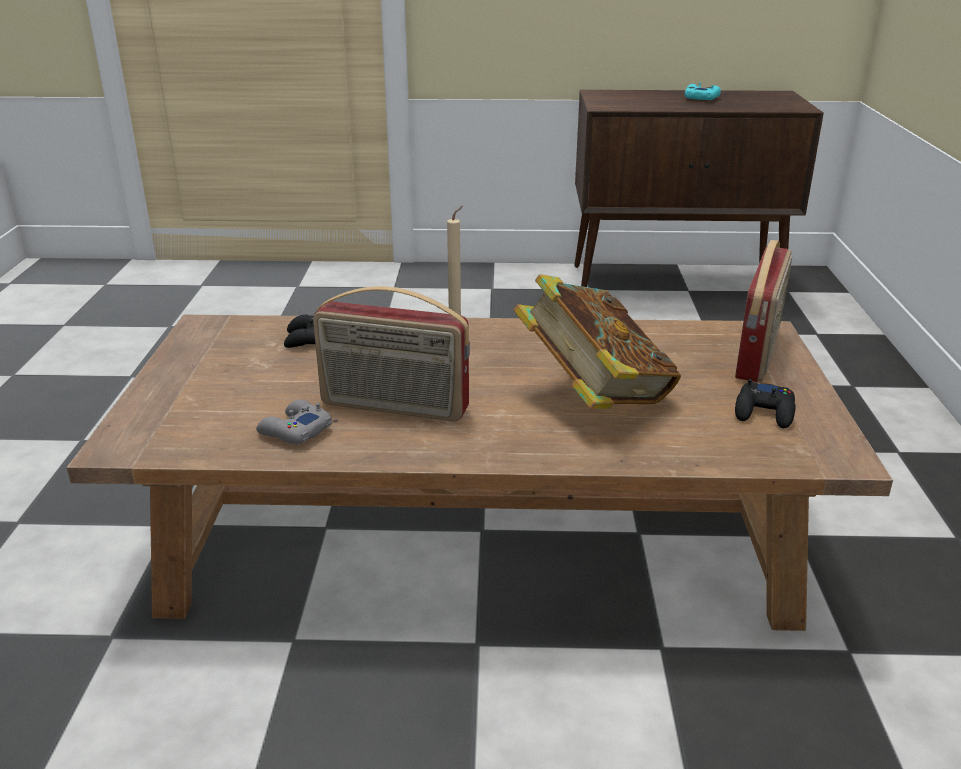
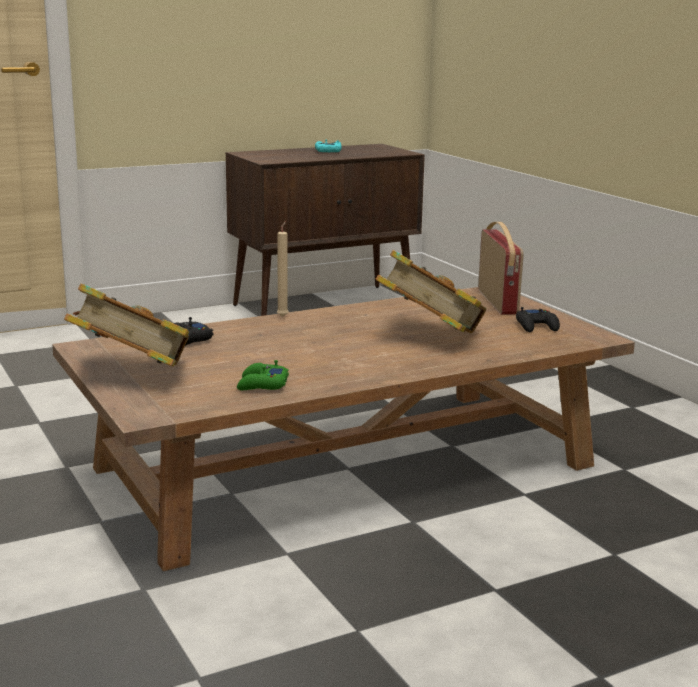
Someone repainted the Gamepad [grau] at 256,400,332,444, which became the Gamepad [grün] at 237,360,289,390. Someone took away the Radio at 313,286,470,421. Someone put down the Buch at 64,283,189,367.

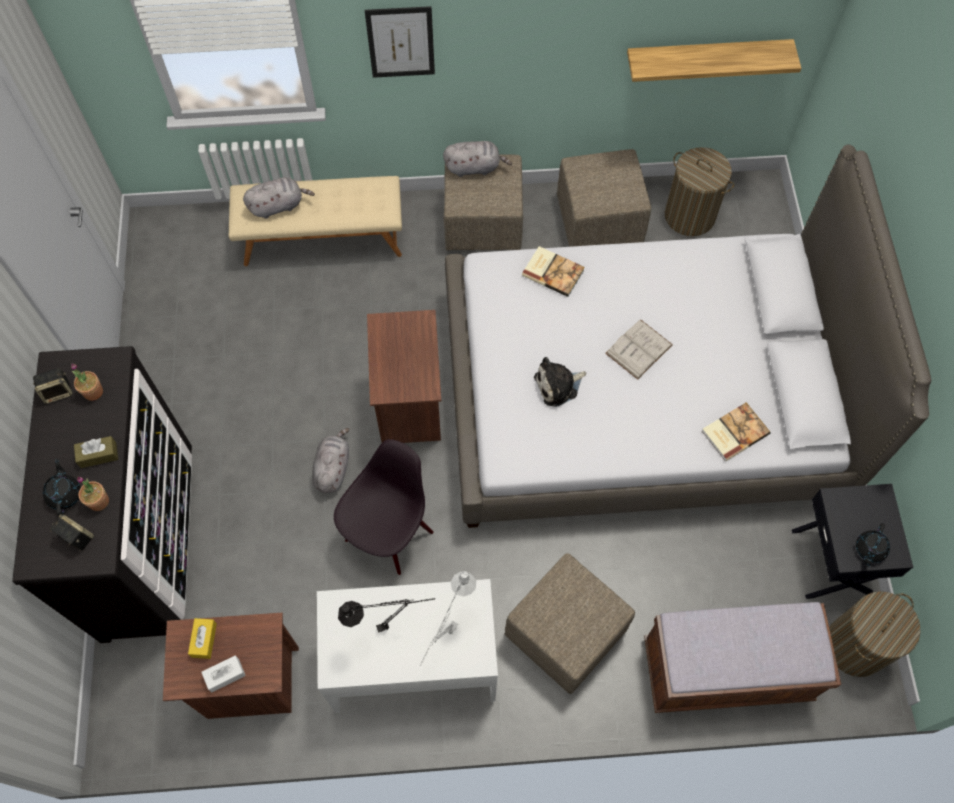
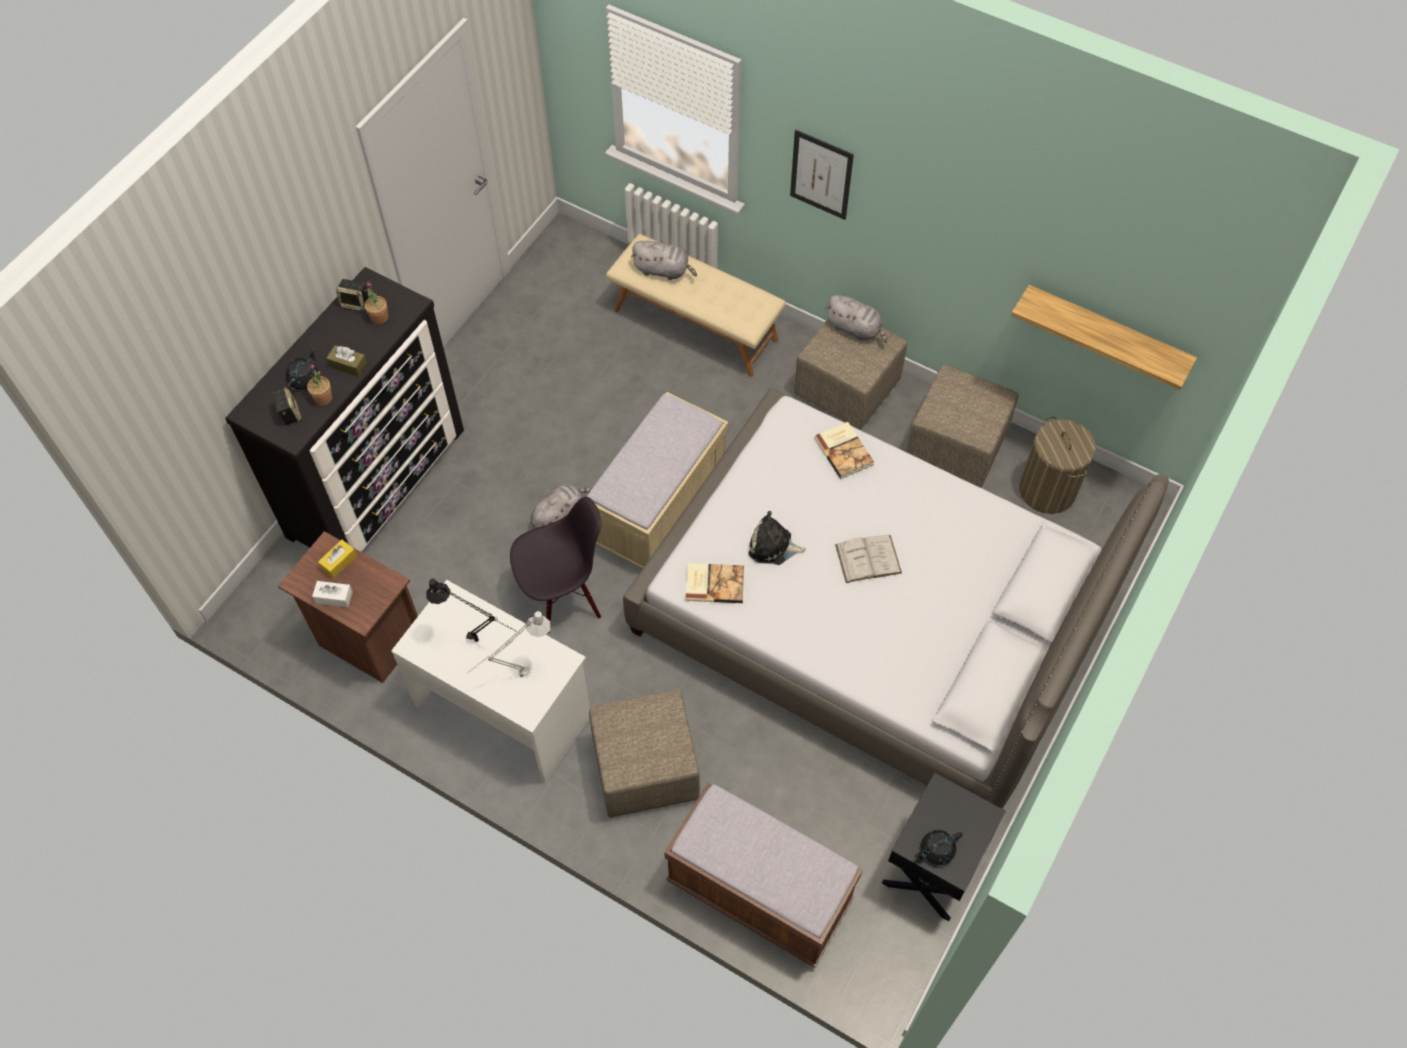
Someone swapped the Nachttisch [braun] at 367,310,441,443 for the Bank [beige] at 587,392,728,569. Someone carried the Buch from 702,402,771,461 to 686,563,744,603. Someone took away the Wäschekorb at 829,591,921,677.

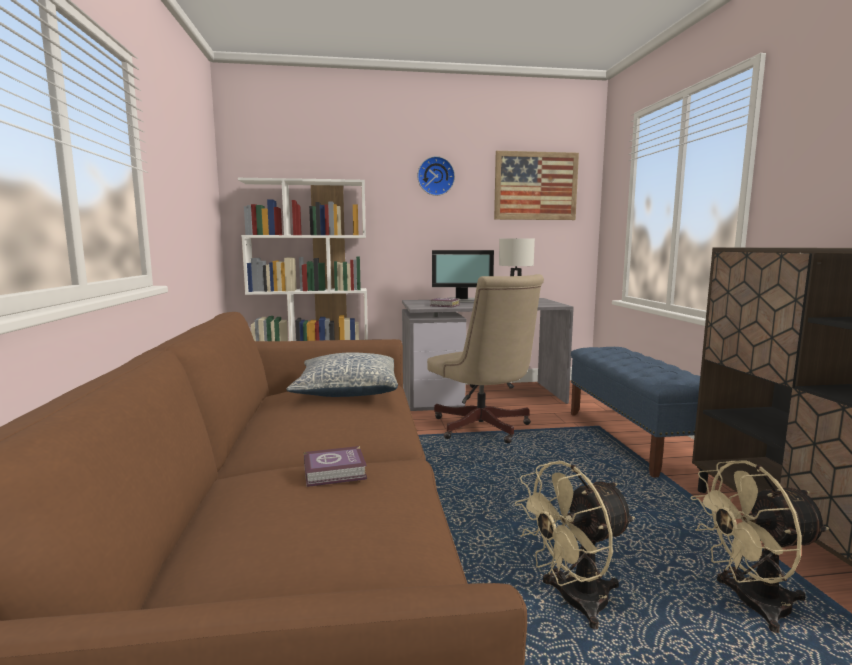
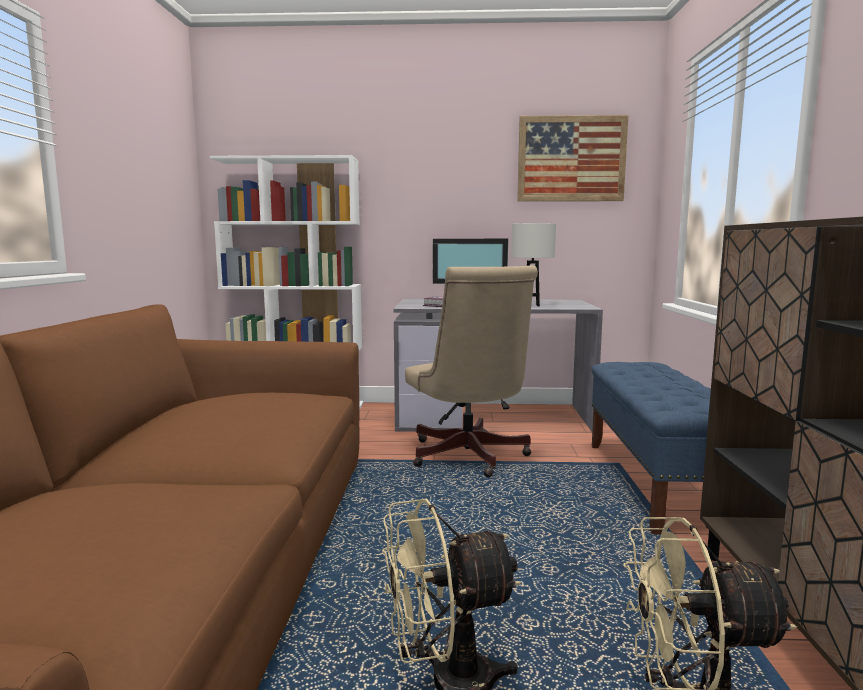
Someone took away the Kissen at 286,352,398,397. Someone took away the Buch at 304,446,367,487. Someone took away the Wanduhr at 417,156,455,196.

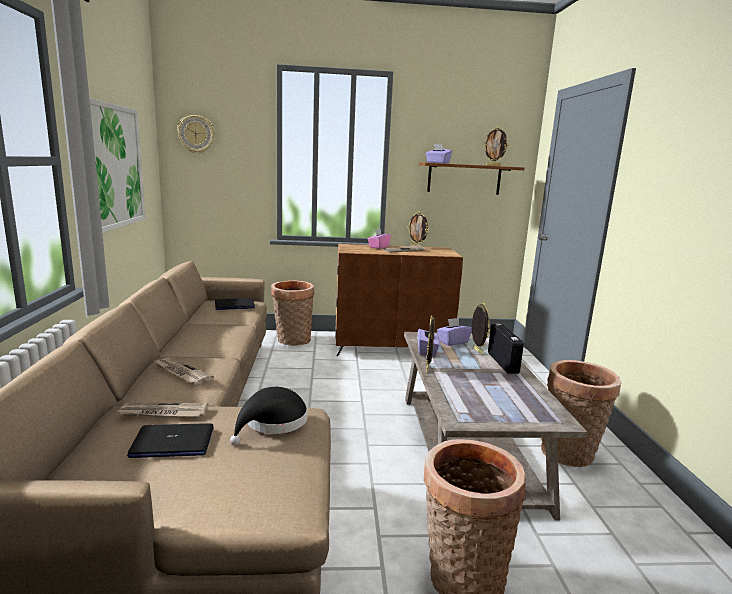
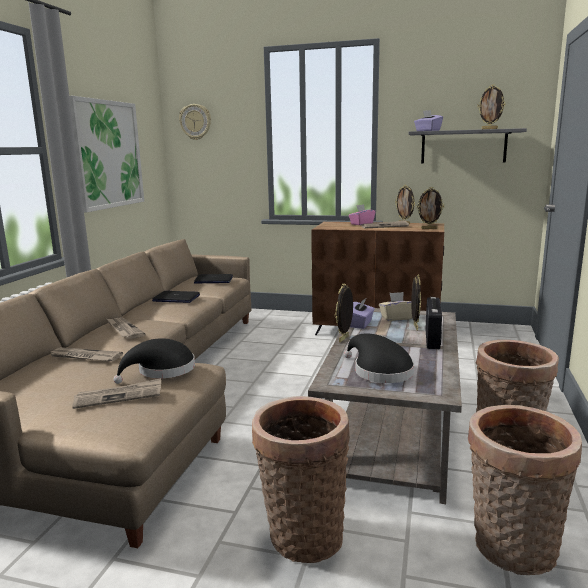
Someone carried the Laptop from 127,423,214,458 to 152,291,200,303. Someone carried the Korb from 271,280,314,346 to 468,405,582,575. Someone repainted the Wandregal [braun] at 419,162,525,195, which became the Wandregal [grau] at 408,128,527,164. Someone repainted the Taschentuchbox [lila] at 437,318,472,346, which became the Taschentuchbox [beige] at 379,292,412,321. Someone put down the Zeitung at 72,378,161,409. Someone put down the Hut [schwarz] at 344,333,414,383. Someone put down the Bilderrahmen at 417,187,444,229.

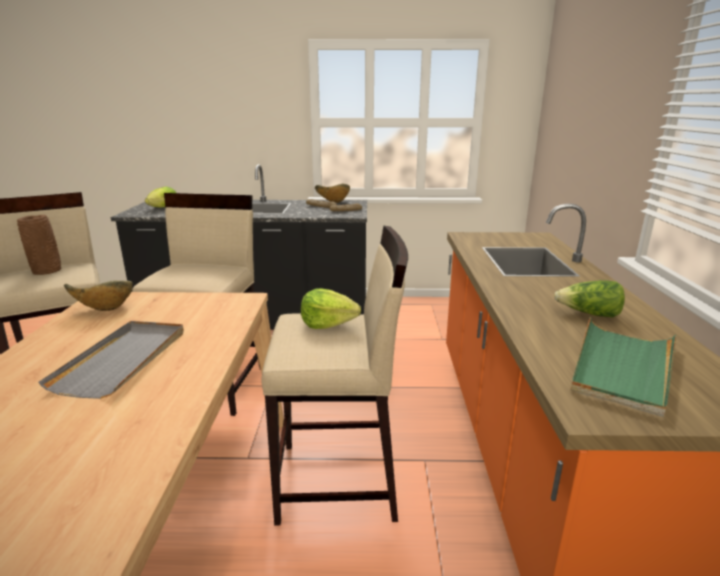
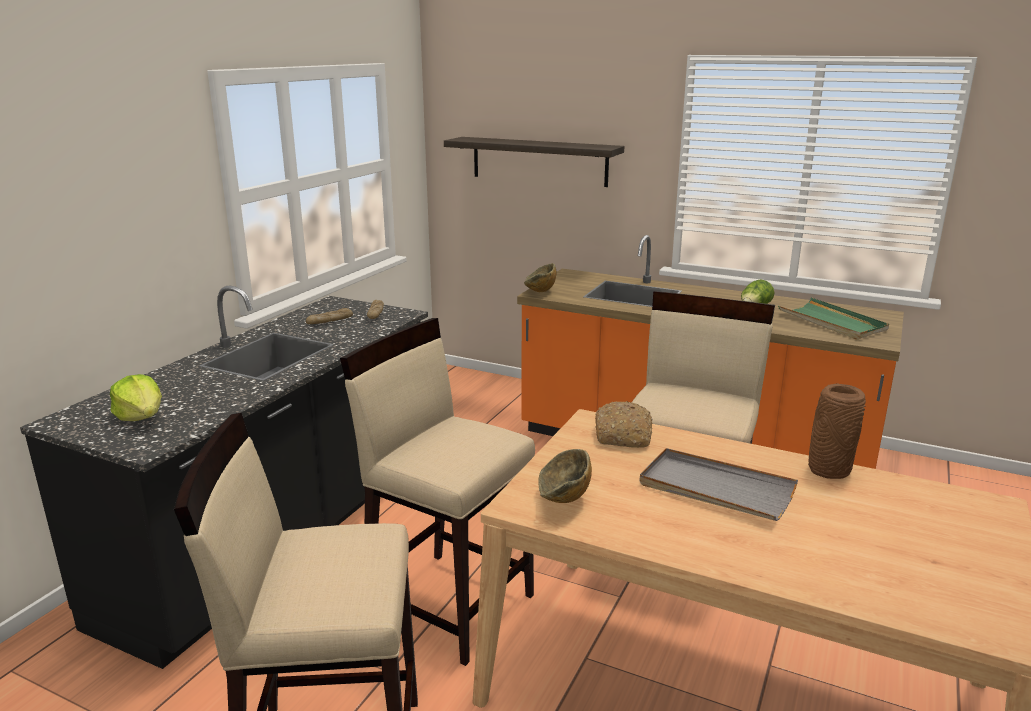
Someone carried the Vase [braun] from 17,215,61,275 to 808,384,866,479. Someone took away the Salatkopf at 301,288,361,329. Someone carried the Schüssel from 315,184,350,203 to 524,263,556,292. Someone put up the Wandregal at 444,137,624,187. Someone put down the Brot at 595,401,653,448.

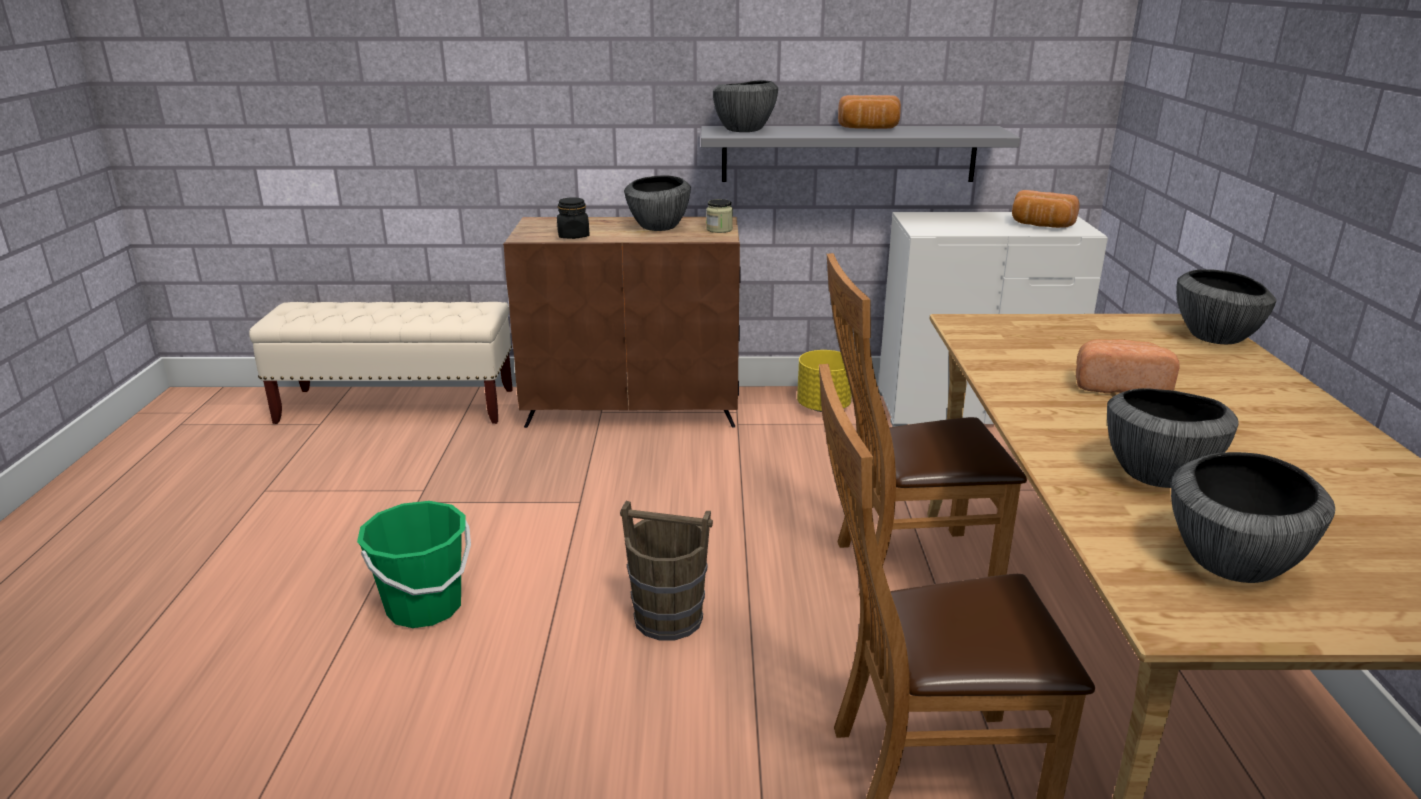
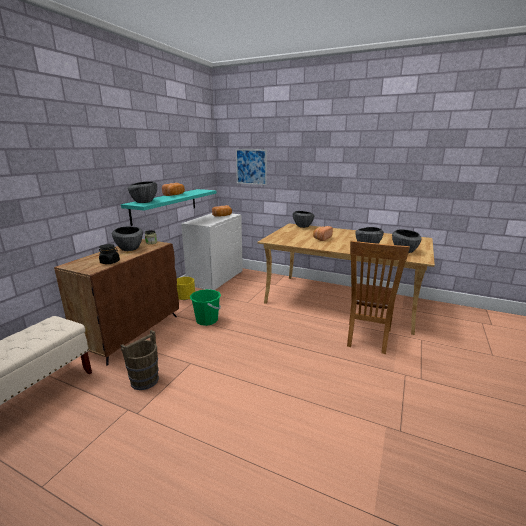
Someone carried the Eimer [grün] from 357,501,471,628 to 190,289,221,326. Someone carried the Eimer [braun] from 620,501,713,640 to 121,330,159,390. Someone repainted the Wandregal [grau] at 701,126,1020,182, which became the Wandregal [türkis] at 121,189,217,226. Someone took away the Stuhl [braun] at 827,253,1027,596. Someone put up the Bild at 236,149,267,185.

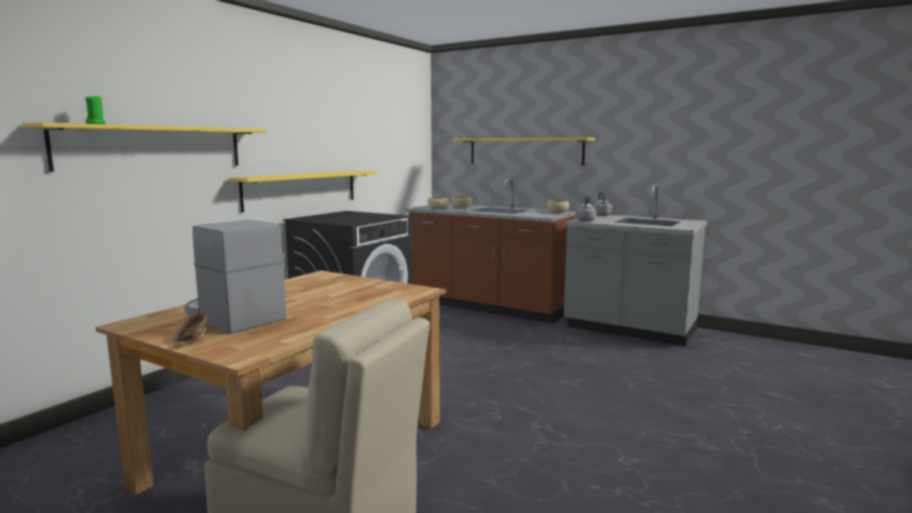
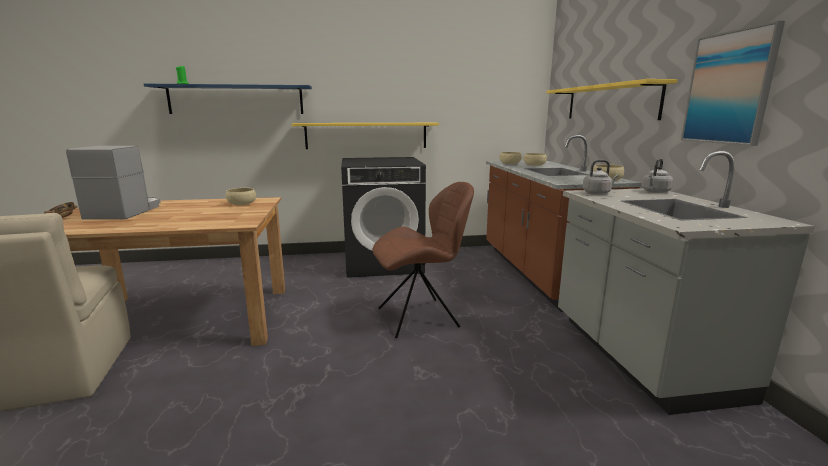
Someone repainted the Wandregal [gelb] at 22,122,266,172, which became the Wandregal [blau] at 144,84,312,114. Someone put down the Schüssel [beige] at 226,188,256,205. Someone put down the Stuhl [braun] at 372,182,474,338. Someone put up the Bild at 681,21,785,146.

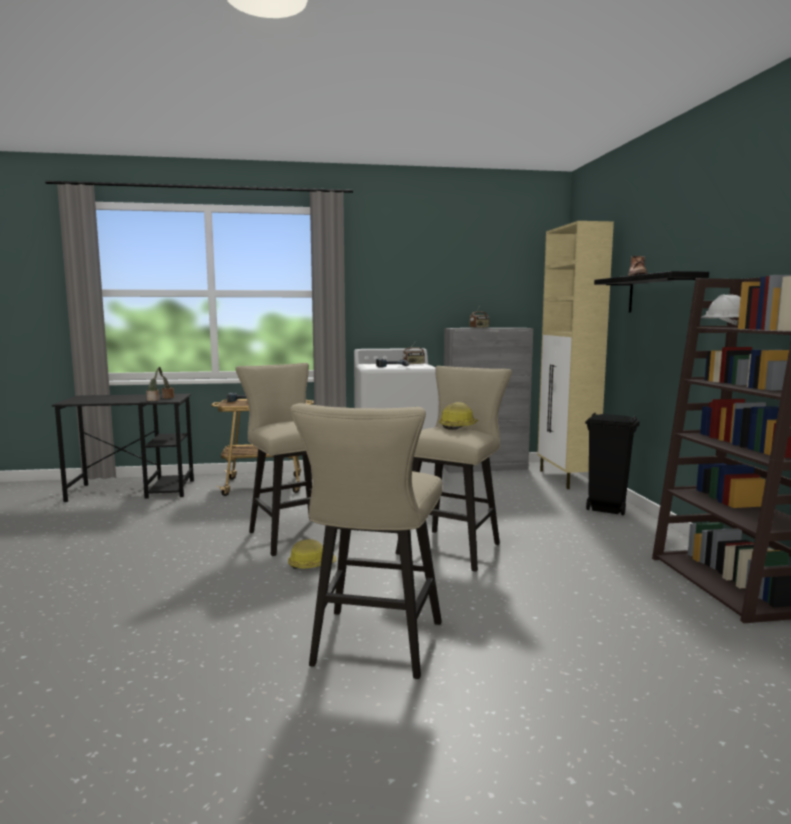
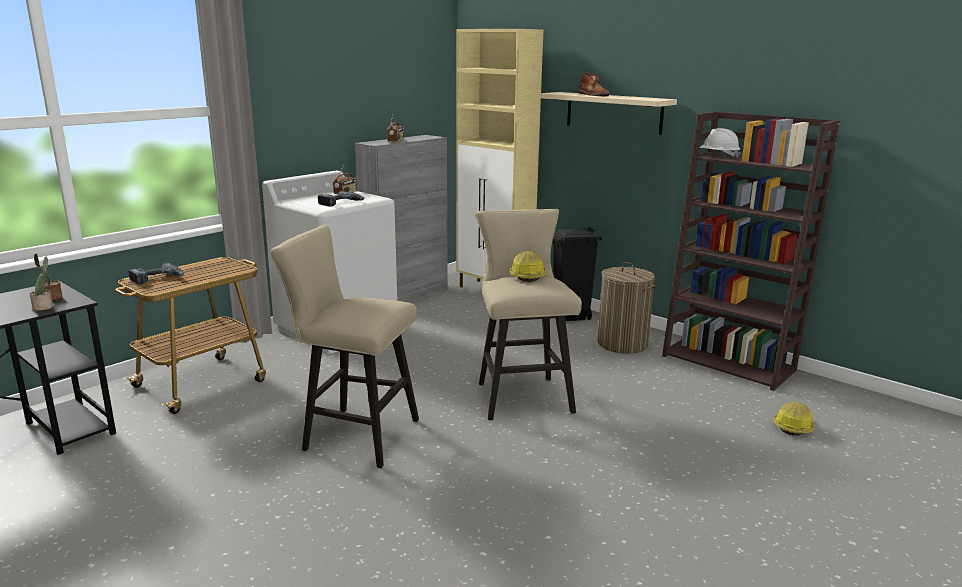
Someone carried the Schutzhelm from 288,539,337,569 to 773,402,814,436. Someone took away the Hocker [beige] at 290,403,443,679. Someone repainted the Wandregal [schwarz] at 594,271,709,312, which became the Wandregal [beige] at 540,92,677,135. Someone put down the Wäschekorb at 597,262,657,354.

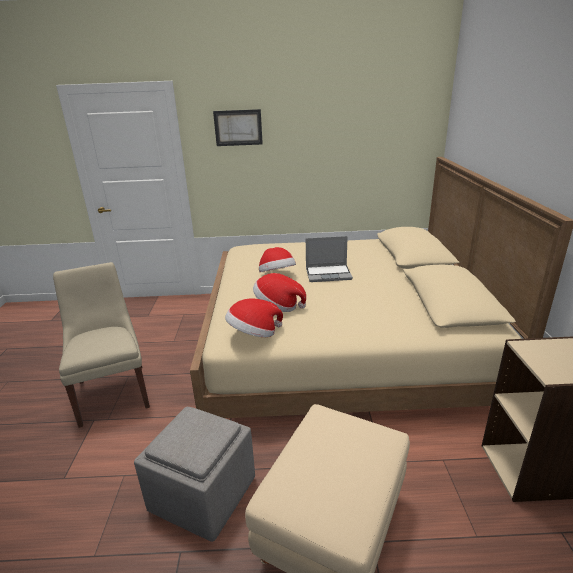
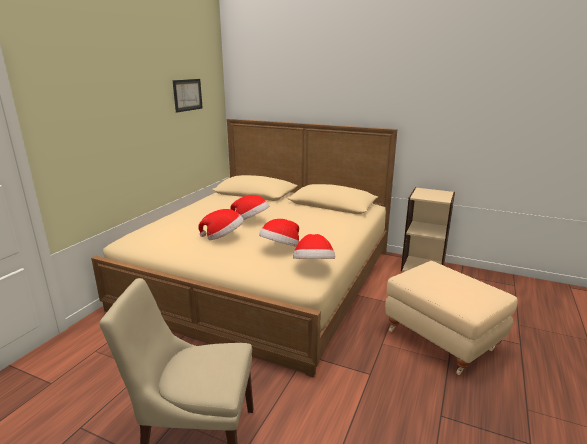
Someone took away the Polsterhocker [grau] at 134,407,255,542. Someone carried the Bild from 213,109,263,146 to 172,79,203,113. Someone swapped the Laptop at 306,236,353,282 for the Hut at 230,195,269,220.

